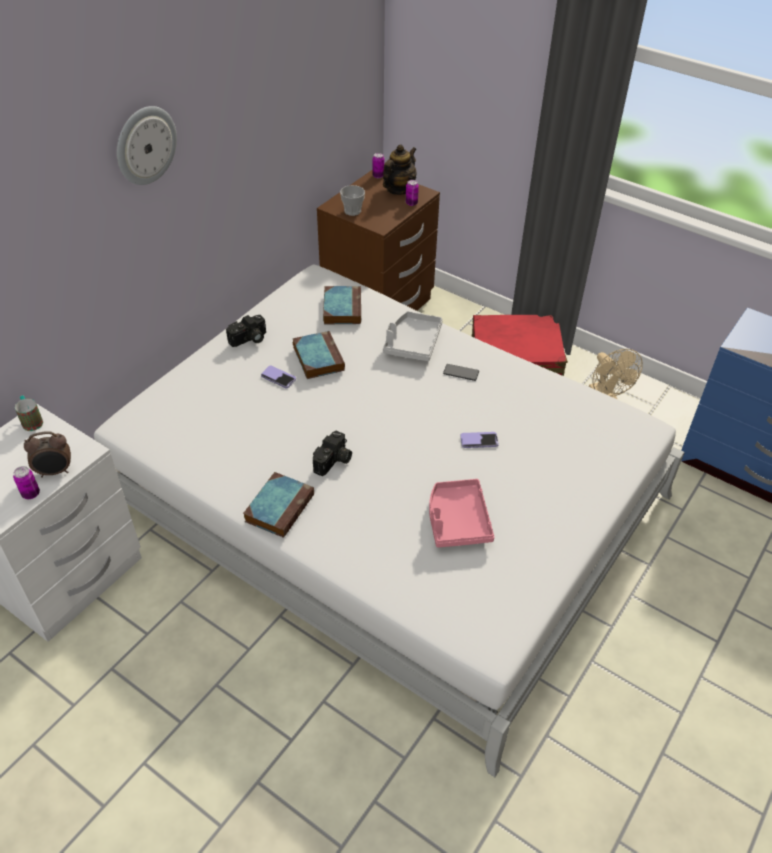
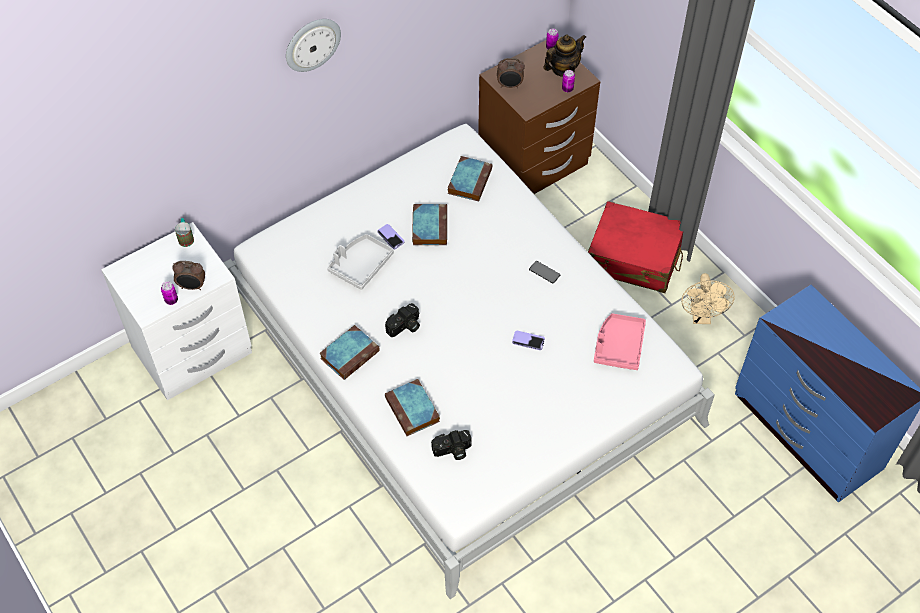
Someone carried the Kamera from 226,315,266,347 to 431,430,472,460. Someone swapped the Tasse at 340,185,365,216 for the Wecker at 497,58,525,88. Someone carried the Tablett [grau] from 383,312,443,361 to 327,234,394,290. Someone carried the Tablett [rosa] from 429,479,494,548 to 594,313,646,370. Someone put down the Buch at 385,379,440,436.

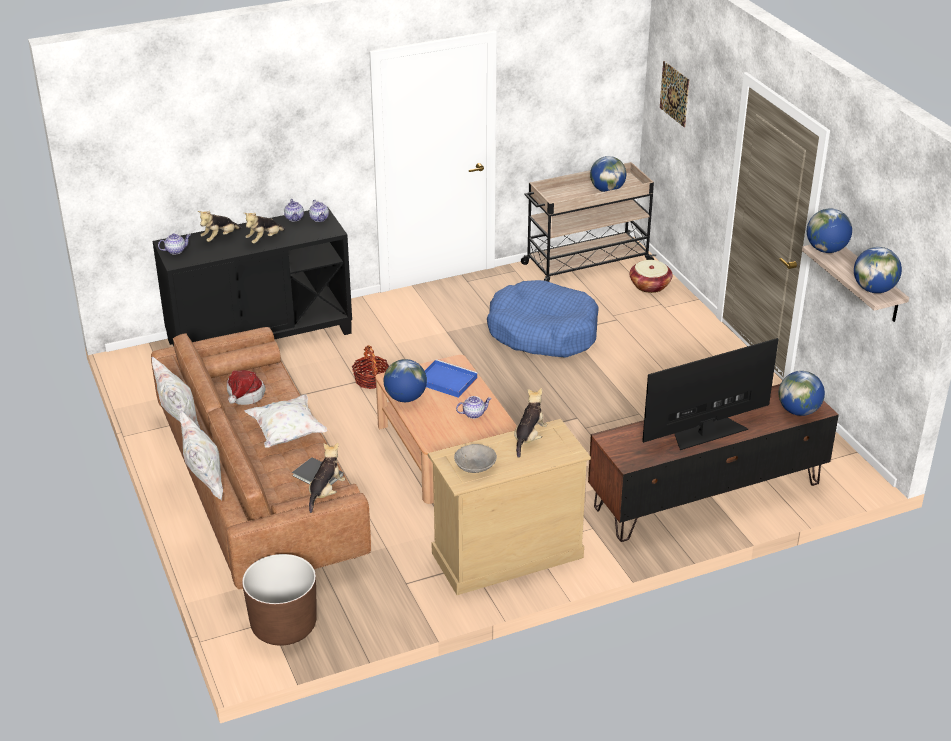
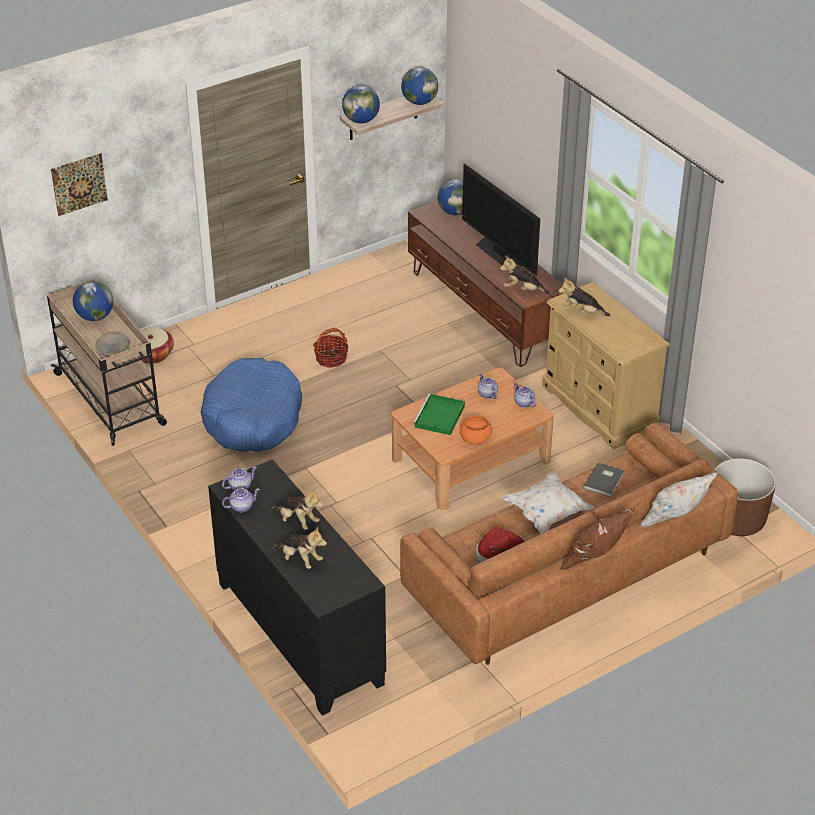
Someone repainted the Kissen [weiß] at 152,357,200,428, which became the Kissen [braun] at 560,508,635,570. Someone carried the Teekanne from 158,233,191,255 to 514,383,536,408. Someone carried the Plüschtier from 309,443,345,513 to 500,256,550,294. Someone carried the Korb from 352,345,389,389 to 313,328,349,368. Someone swapped the Globus at 384,359,427,402 for the Schüssel [orange] at 460,416,492,445. Someone repainted the Tablett [blau] at 425,359,478,398, which became the Tablett [grün] at 413,394,465,435. Someone carried the Schüssel [grau] from 454,444,497,473 to 95,333,131,357.

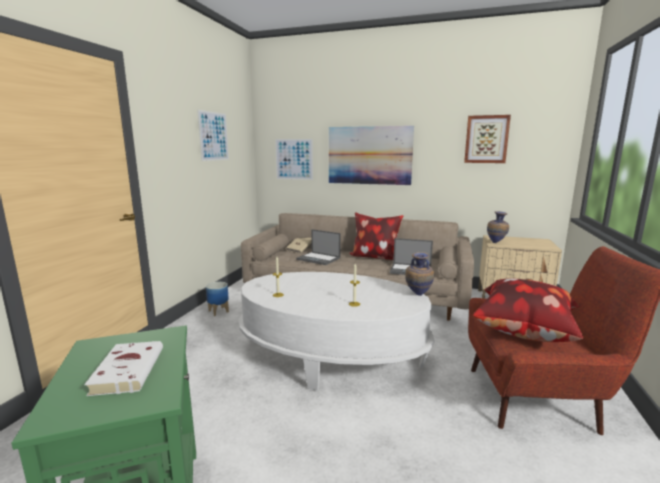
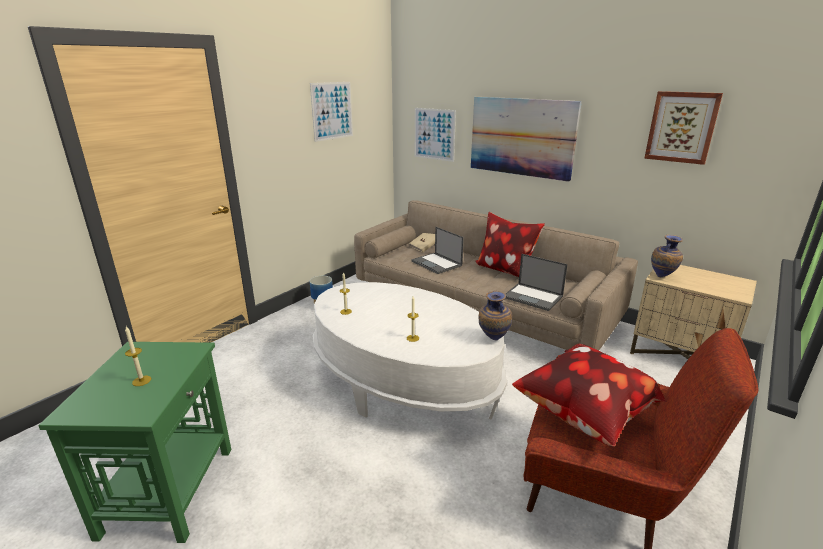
Someone swapped the Buch [weiß] at 84,341,163,396 for the Kerze at 125,326,151,386.

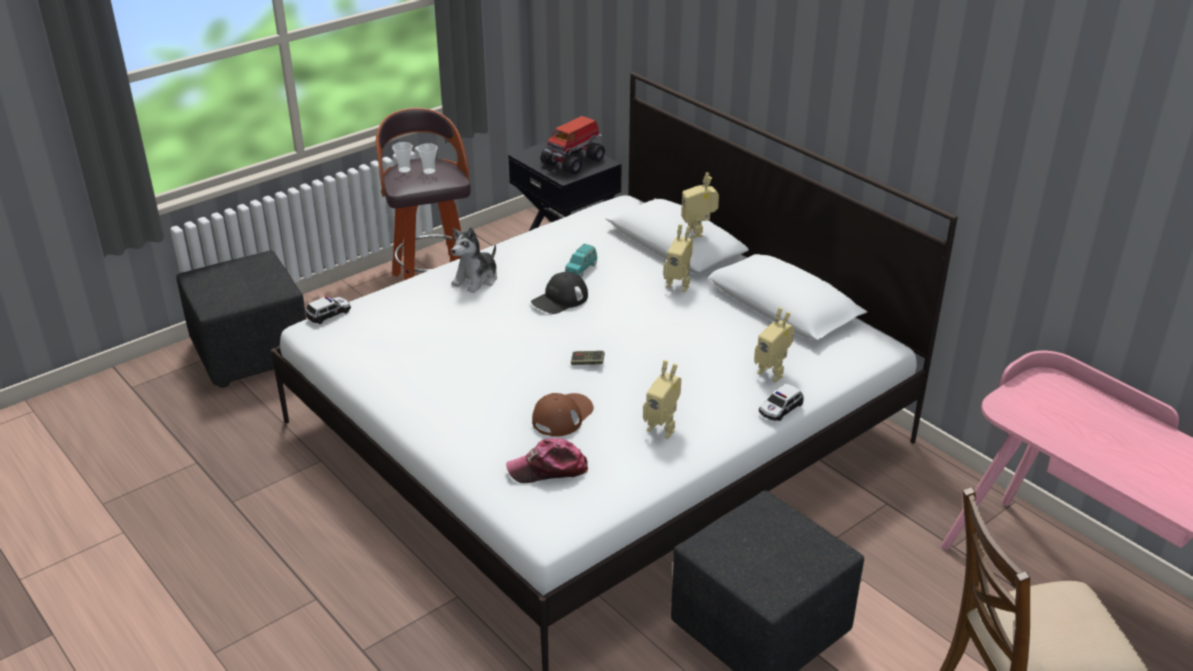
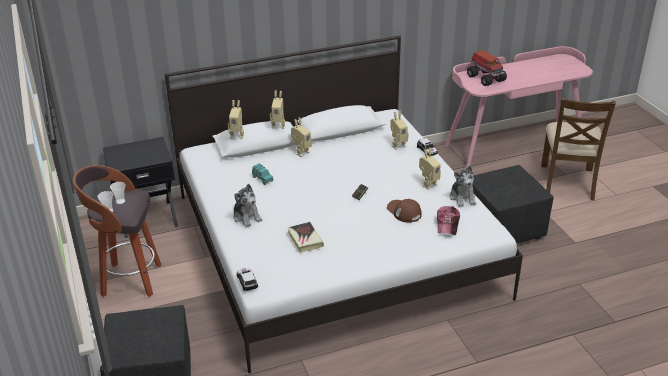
Someone took away the Kappe [schwarz] at 531,272,588,314. Someone carried the Spielzeuglaster from 541,116,605,175 to 467,50,507,86. Someone put down the Spielzeugroboter at 228,100,244,139. Someone put down the Buch at 287,222,324,253. Someone put down the Plüschtier at 450,166,476,207.

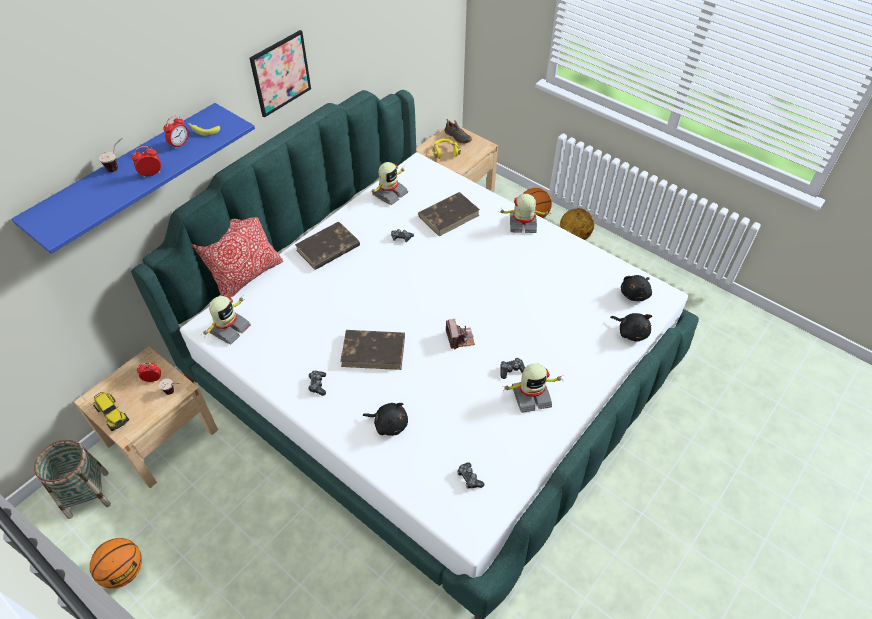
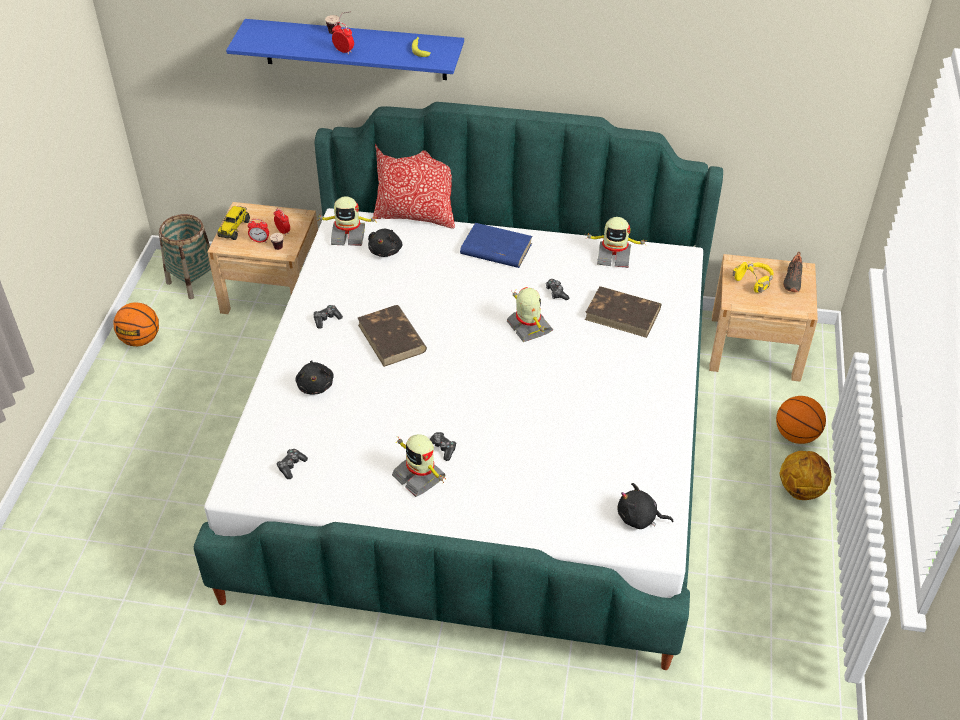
Someone carried the Wecker from 163,116,189,149 to 248,219,269,242. Someone took away the Bild at 249,30,311,118. Someone repainted the Buch [braun] at 295,221,360,270, which became the Buch [blau] at 460,223,532,268. Someone took away the Kamera at 446,319,475,349. Someone carried the Spielzeugroboter from 498,194,551,233 to 507,287,553,342. Someone carried the Plüschtier [schwarz] from 610,313,652,342 to 368,229,402,257.

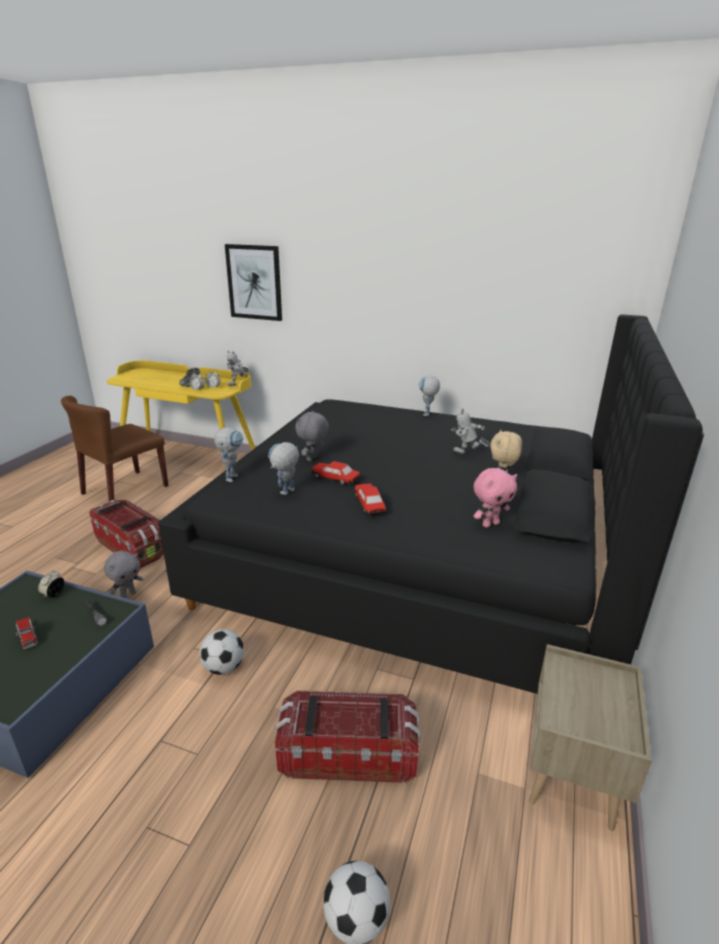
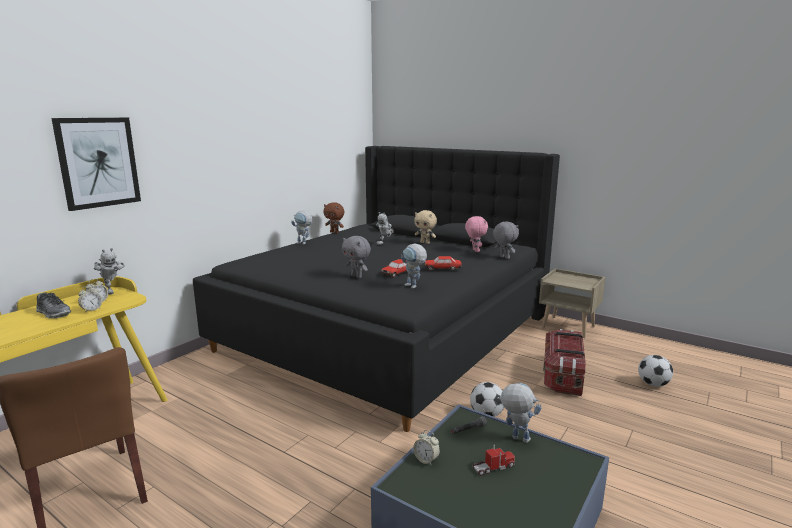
Someone took away the Aufbewahrungsbox at 89,500,164,568. Someone carried the Plüschtier [grau] from 104,551,143,598 to 493,222,519,259. Someone carried the Spielzeugroboter from 214,427,244,482 to 497,383,541,443. Someone put down the Plüschtier [braun] at 323,202,344,233.

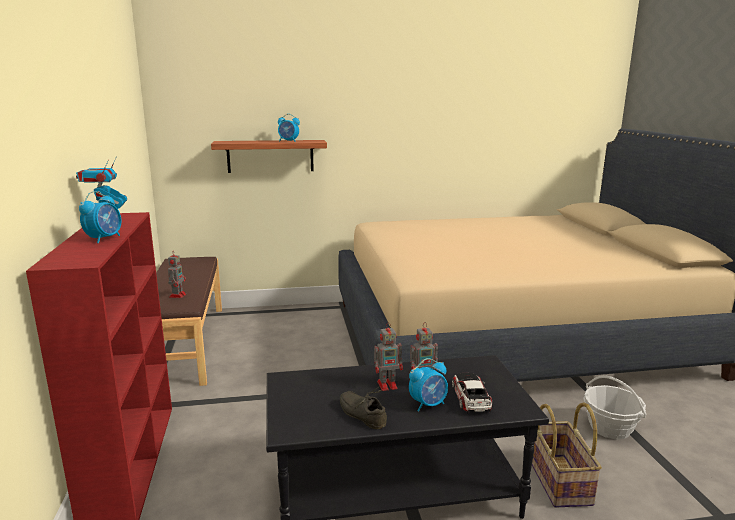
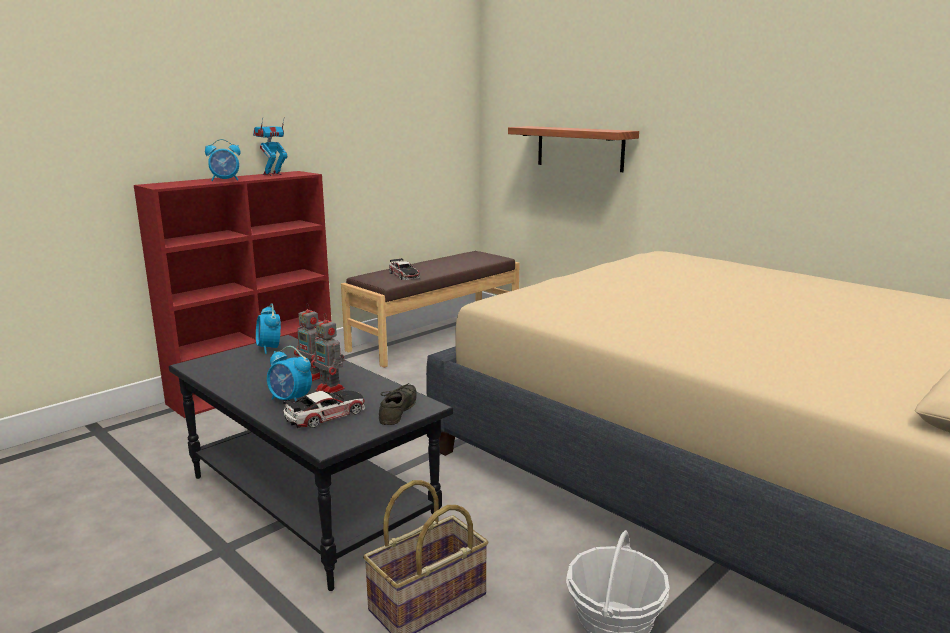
Someone swapped the Spielzeugroboter at 168,254,186,298 for the Spielzeugauto at 389,259,420,280. Someone carried the Wecker from 278,114,300,142 to 256,303,281,354. Someone carried the Schuh [grau] from 340,386,387,430 to 379,383,417,425.

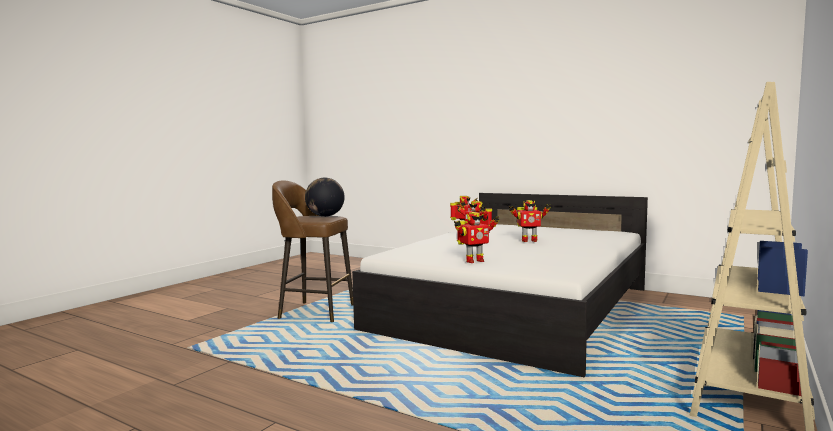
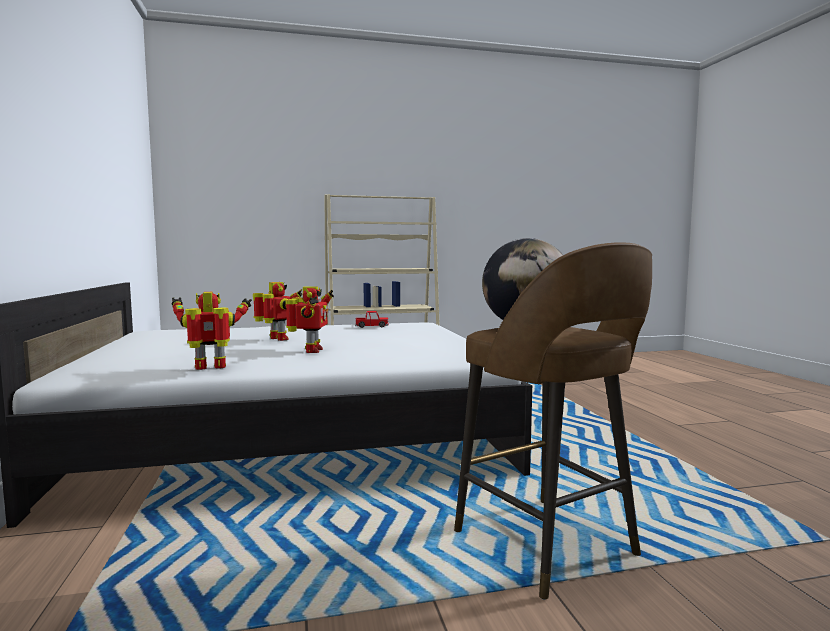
Someone took away the Spielzeugroboter at 454,212,500,263. Someone put down the Spielzeugauto at 355,311,389,328.

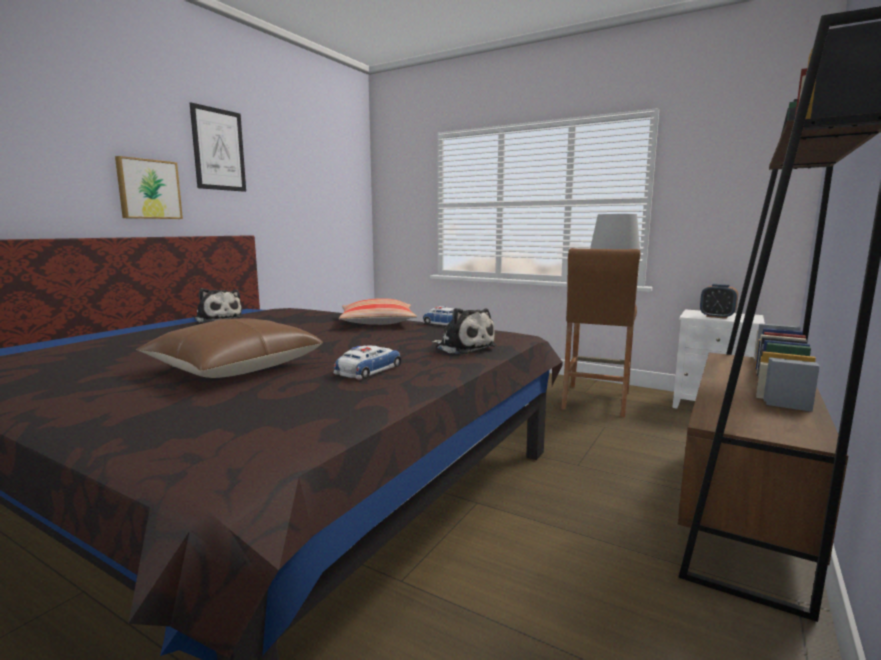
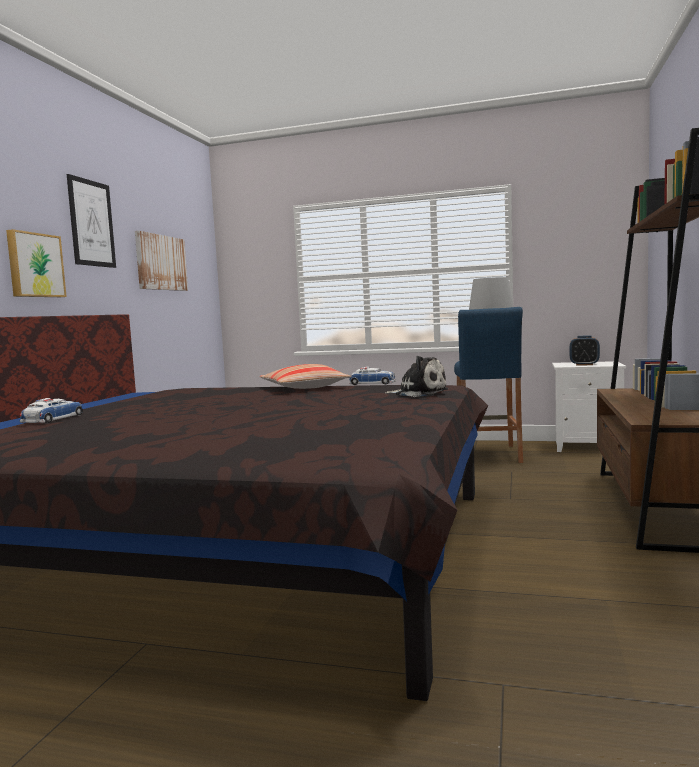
Someone took away the Kissen [braun] at 136,319,323,378. Someone took away the Plüschtier at 194,288,243,322. Someone carried the Spielzeugauto from 333,345,401,379 to 19,398,83,423. Someone repainted the Hocker [braun] at 561,248,641,417, which became the Hocker [blau] at 454,307,523,463. Someone put up the Bild at 135,231,188,291.

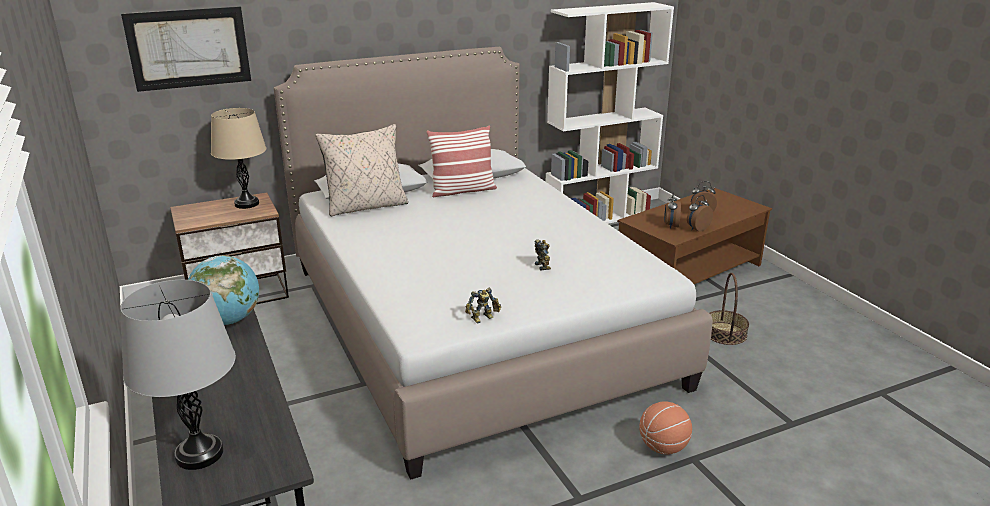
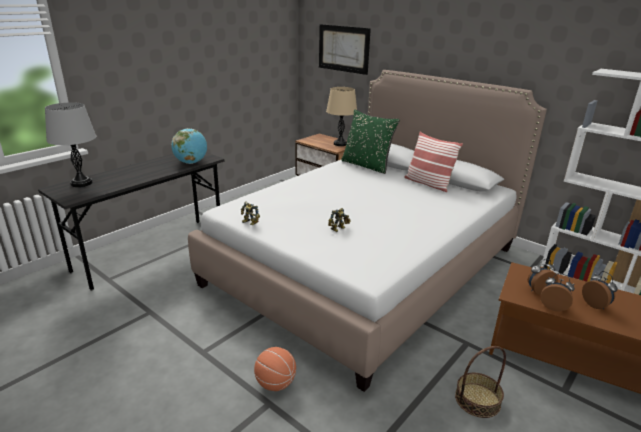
Someone repainted the Kissen [beige] at 316,124,408,216, which became the Kissen [grün] at 341,109,400,174.

